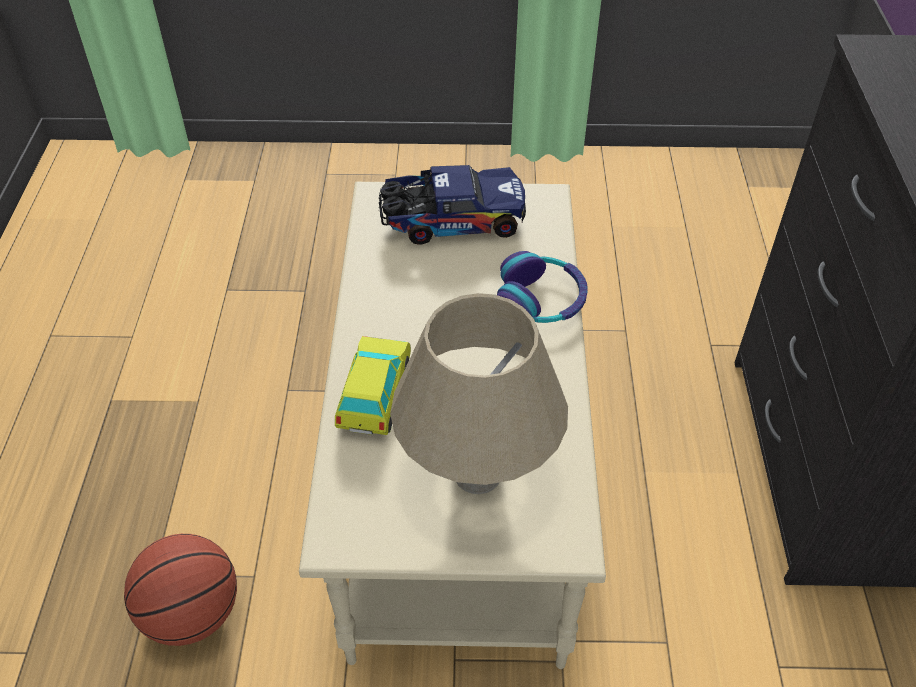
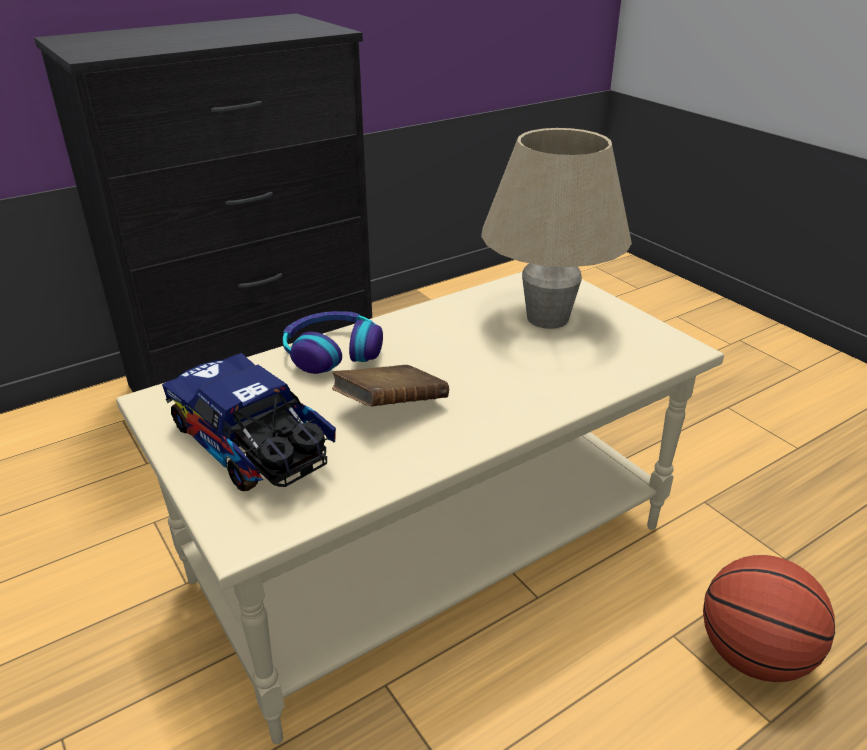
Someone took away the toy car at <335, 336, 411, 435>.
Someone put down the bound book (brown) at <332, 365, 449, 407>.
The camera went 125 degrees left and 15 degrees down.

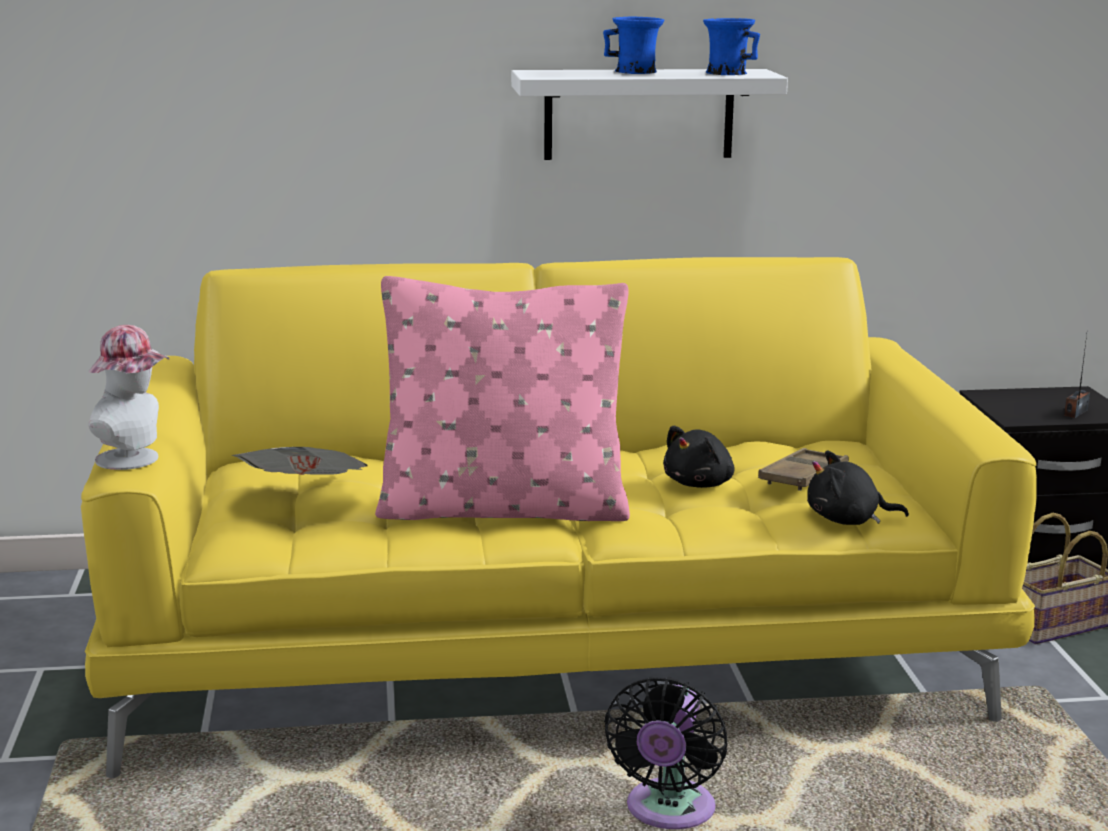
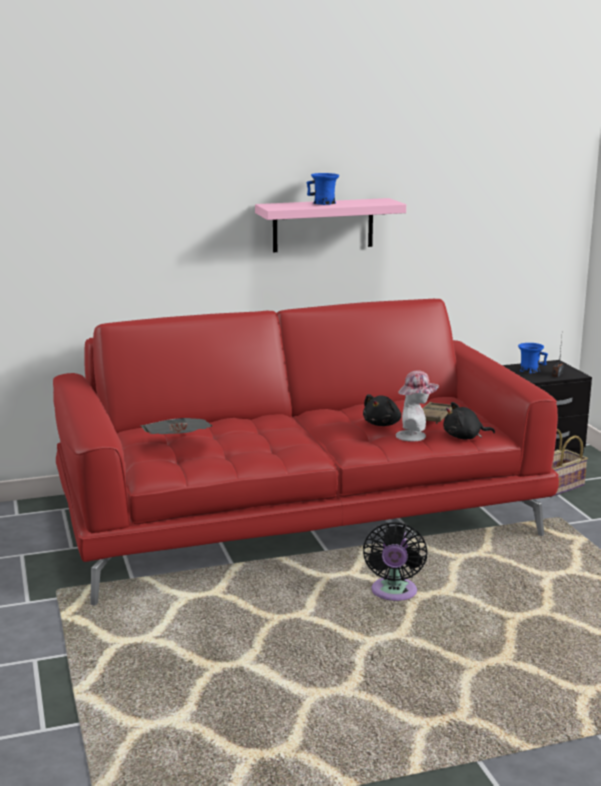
Someone carried the mug (blue-coloured) from <703, 18, 760, 75> to <518, 343, 548, 373>.
Someone repainted the wall shelf (whitish) at <511, 69, 788, 160>, which became the wall shelf (pink-coloured) at <255, 198, 406, 252>.
Someone repainted the settee (yellow-coloured) at <81, 257, 1037, 779>, which became the settee (reddish) at <53, 299, 559, 605>.
Someone took away the cushion (pink-coloured) at <375, 276, 630, 521>.
Someone carried the hat from <88, 325, 170, 470> to <396, 371, 439, 442>.
The camera went 10 degrees left and 0 degrees up.

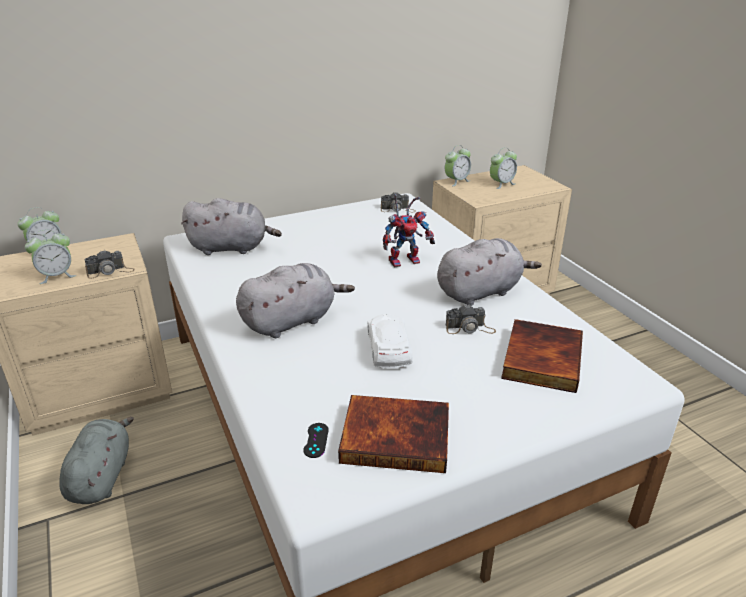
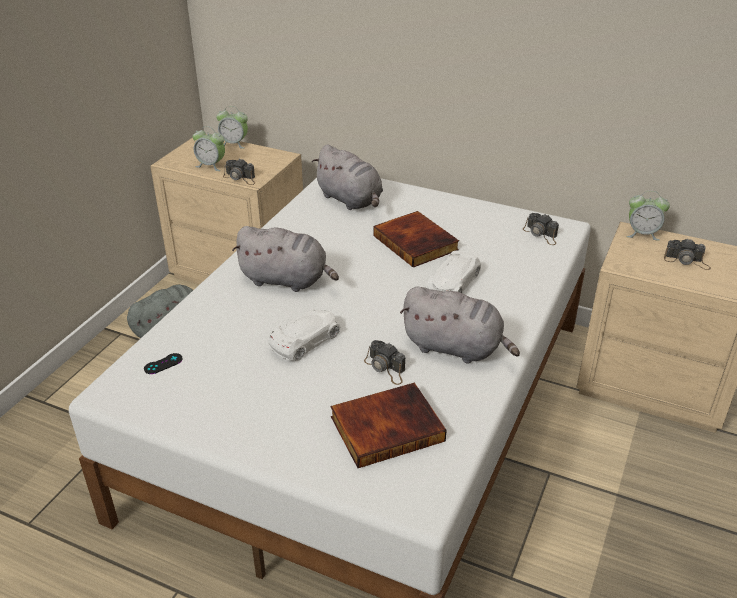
Someone swapped the table clock at <490, 147, 517, 189> for the photo camera at <664, 239, 711, 270>.
Someone swapped the model robot at <383, 194, 435, 267> for the toy car (whitish) at <427, 250, 481, 293>.
Someone carried the bound book from <338, 395, 449, 473> to <373, 211, 459, 268>.
The camera went 50 degrees right and 5 degrees up.

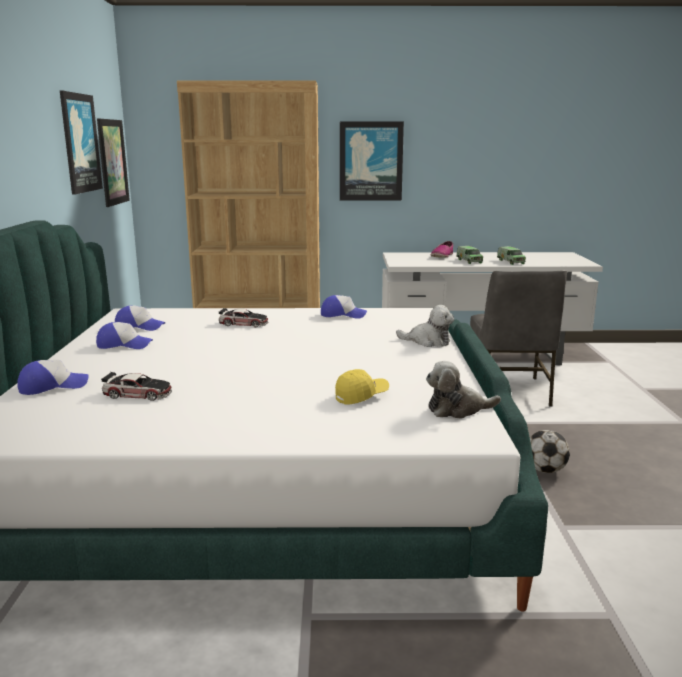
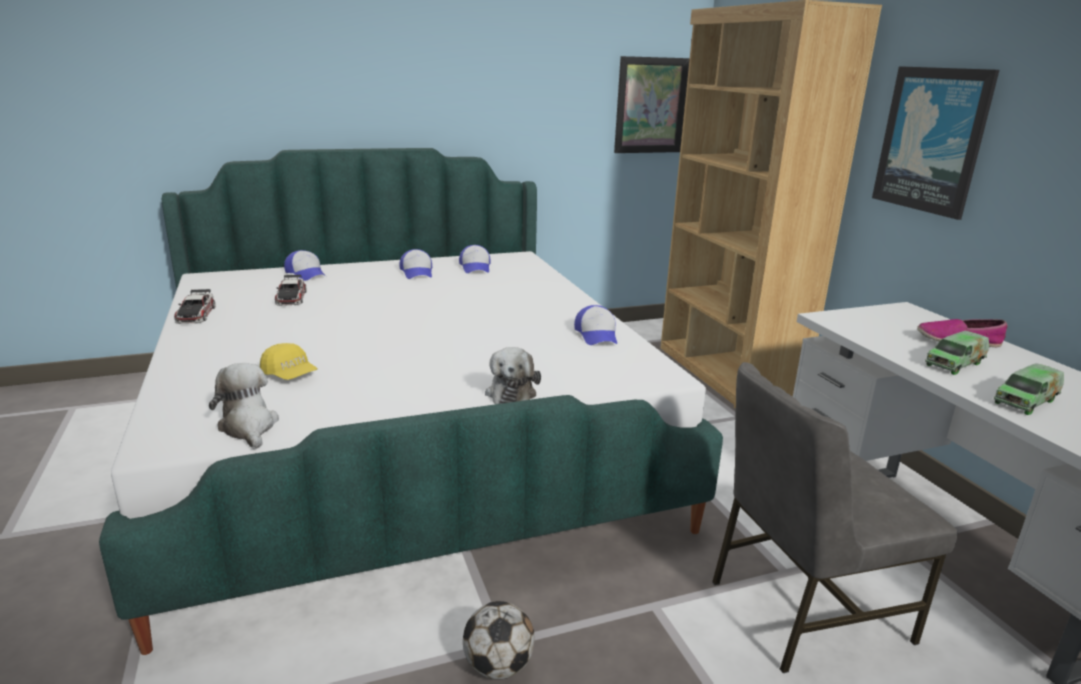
Someone took away the wall picture at <60, 91, 103, 195>.
Someone carried the toy car from <219, 308, 268, 327> to <174, 289, 215, 324>.
The camera went 70 degrees right and 5 degrees up.

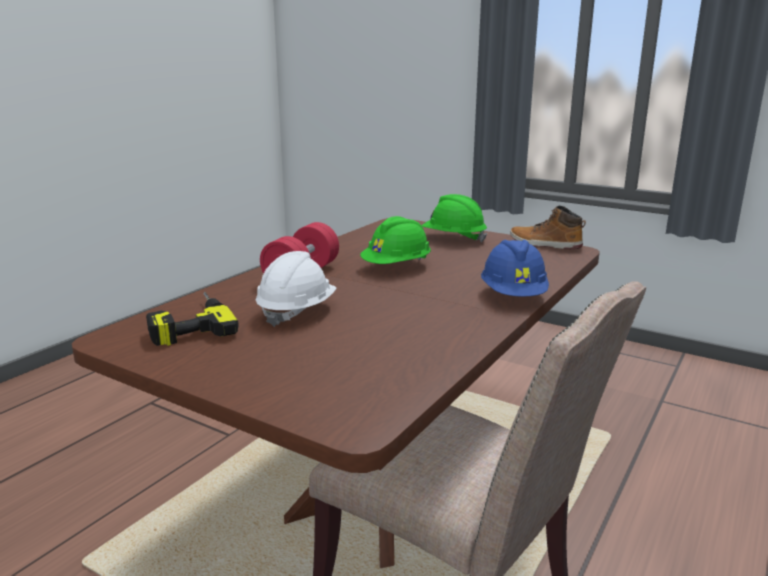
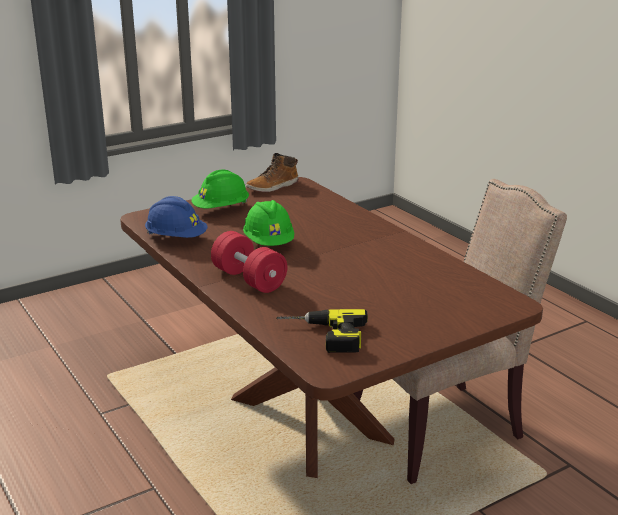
Someone carried the safety helmet (blue-coloured) from <481, 240, 549, 297> to <145, 196, 208, 238>.
Someone took away the safety helmet (whitish) at <256, 251, 337, 327>.
The camera went 65 degrees left and 5 degrees up.

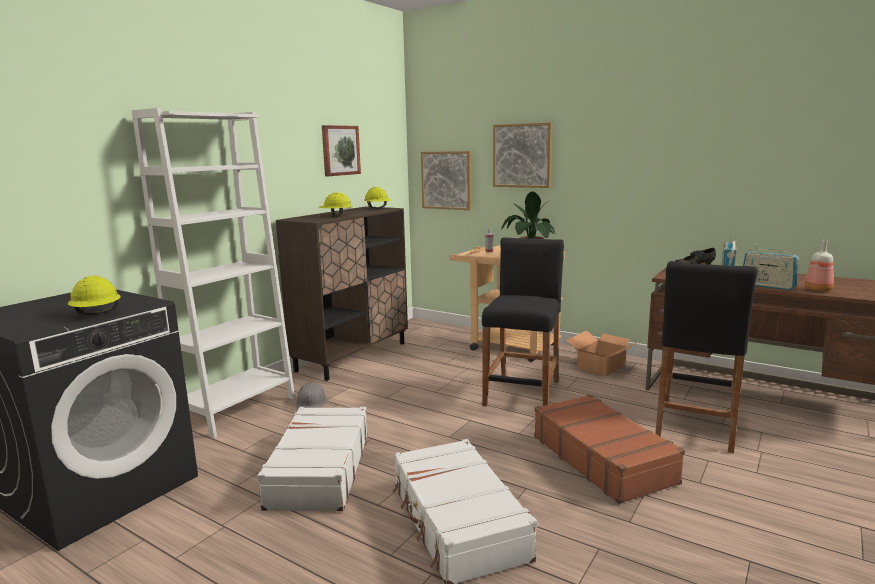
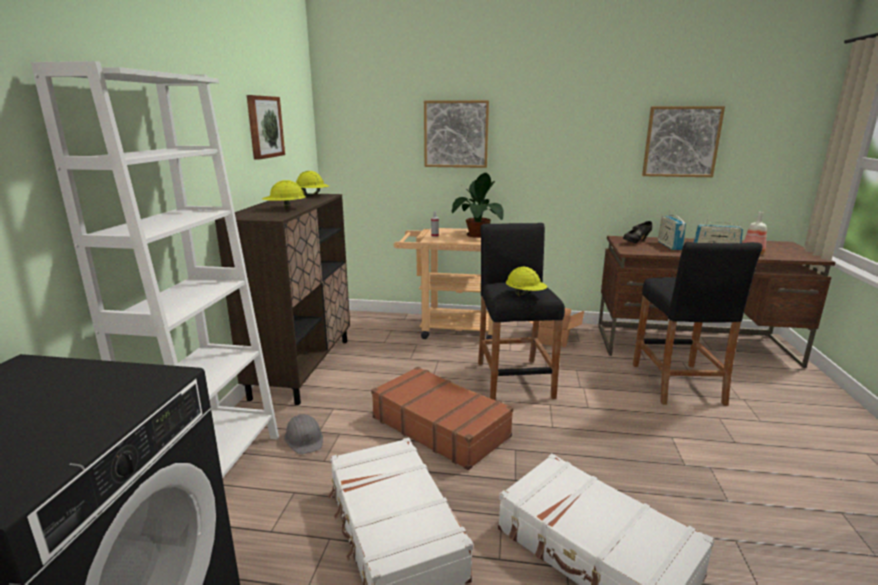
Someone carried the wall picture from <421, 151, 472, 210> to <642, 106, 725, 177>.
Someone carried the safety helmet (yellow-coloured) from <68, 276, 121, 315> to <506, 267, 547, 296>.
Someone carried the suitcase (brown) from <534, 394, 685, 504> to <371, 366, 514, 470>.
The camera went 25 degrees left and 5 degrees up.

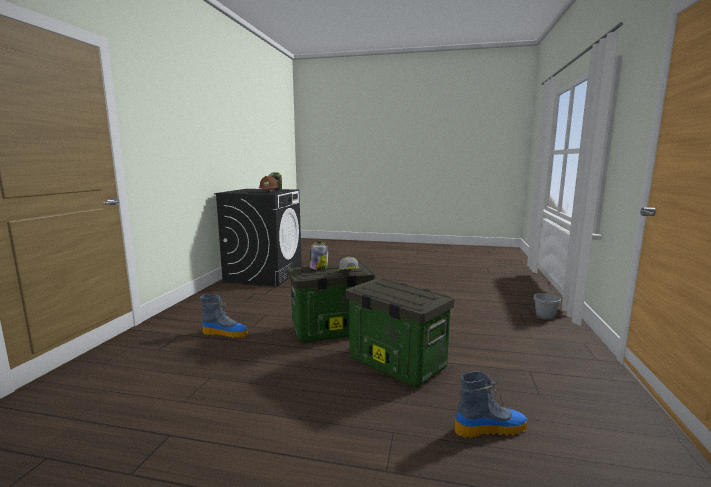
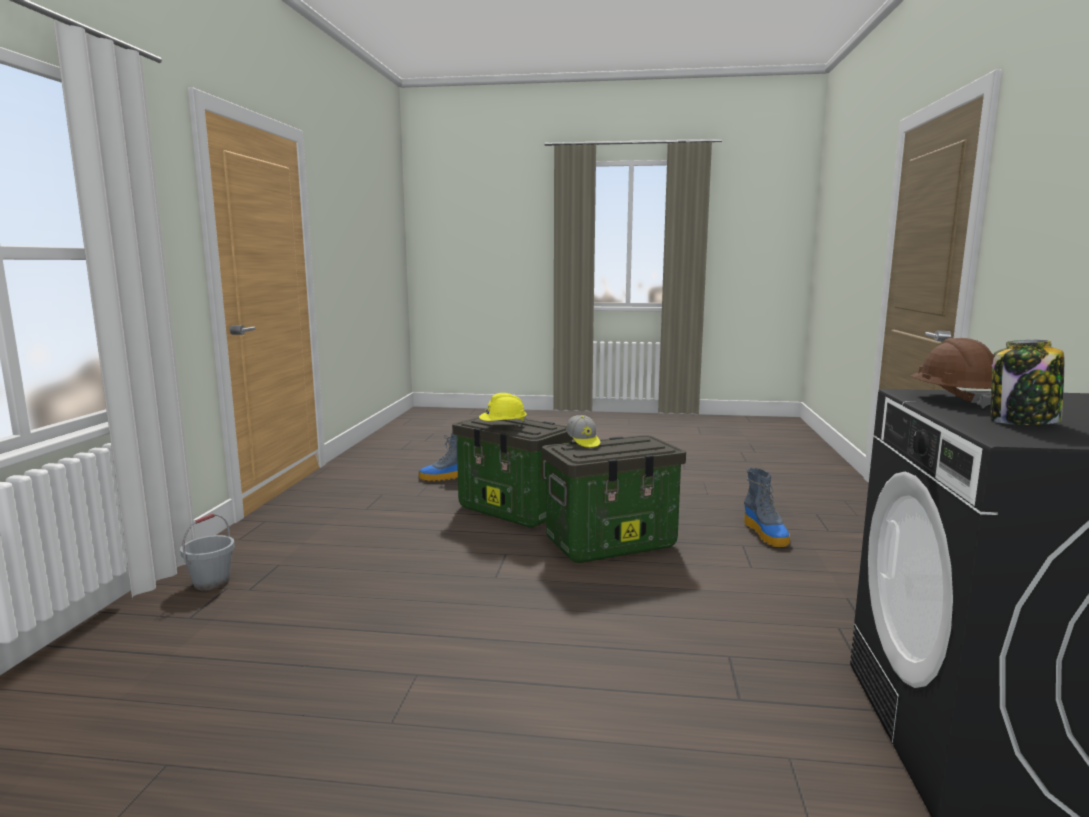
Someone took away the preserve jar at <310, 242, 329, 270>.
Someone rotated the tall boot at <200, 294, 248, 338> by 105 degrees counterclockwise.
Someone put down the safety helmet (yellow-coloured) at <479, 393, 527, 423>.
The camera went 175 degrees right and 0 degrees up.

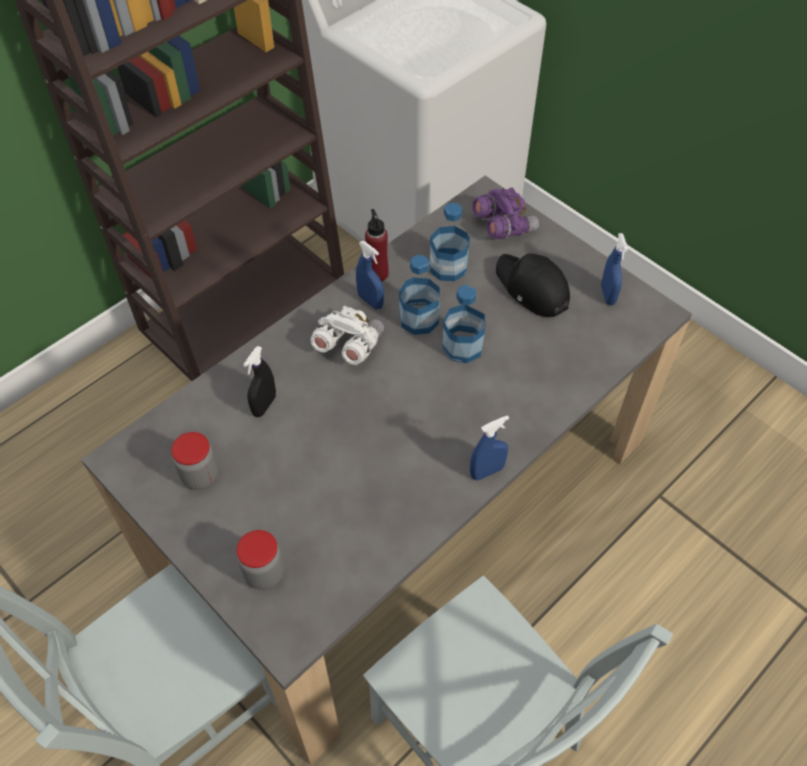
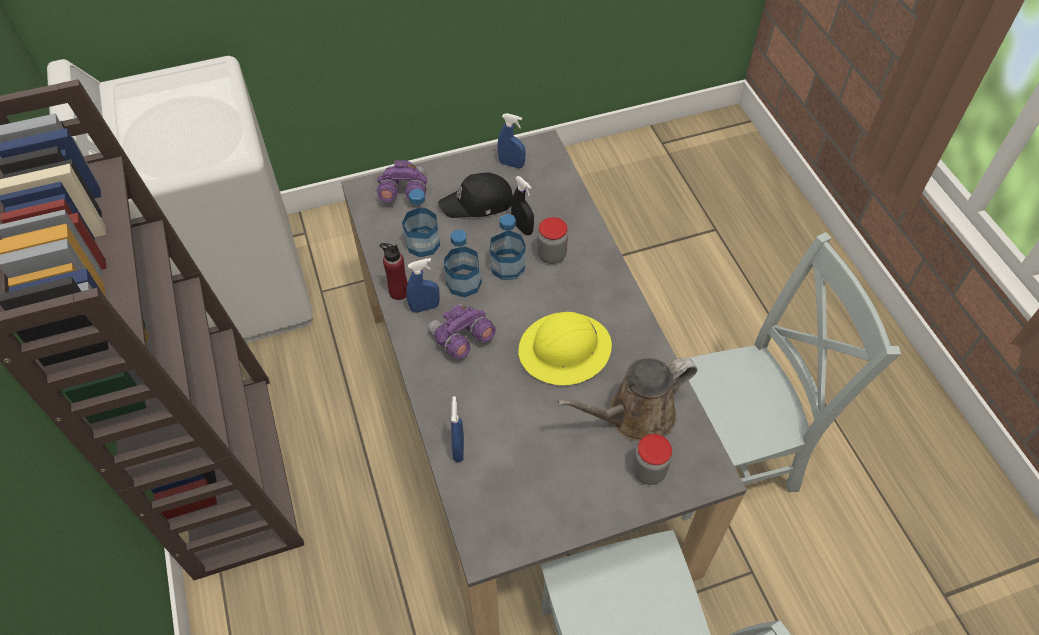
Someone repainted the pair of binoculars (whitish) at <311, 306, 384, 365>, which became the pair of binoculars (purple) at <428, 304, 496, 359>.
Someone carried the sprayer (black-coloured) from <243, 346, 276, 417> to <511, 176, 534, 235>.
Someone carried the sprayer (blue-coloured) from <470, 415, 509, 481> to <451, 396, 464, 462>.
Someone carried the preserve jar from <171, 432, 218, 490> to <537, 217, 568, 264>.
Someone put down the safety helmet (yellow-coloured) at <518, 312, 612, 385>.
Someone put down the watering pot (brown) at <557, 357, 697, 441>.
The camera went 65 degrees left and 0 degrees up.

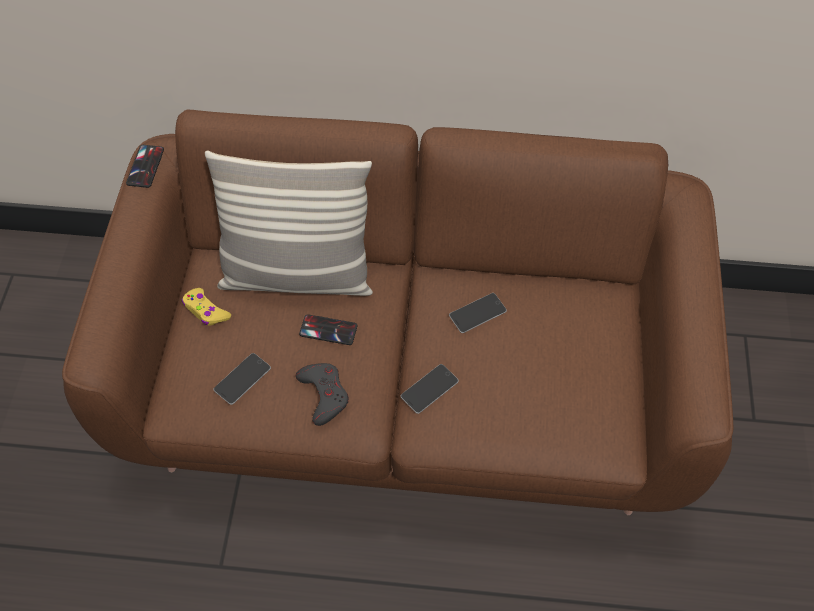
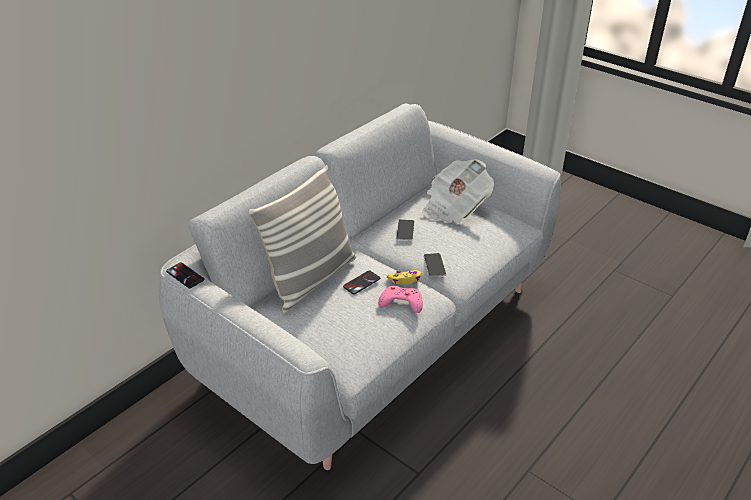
Someone repainted the settee (brown) at <62, 110, 734, 515>, which became the settee (gray) at <159, 104, 561, 470>.
Someone carried the game controller (yellow-coloured) from <182, 288, 231, 326> to <387, 270, 421, 285>.
Someone took away the handset at <213, 353, 271, 405>.
Someone repainted the game controller (gray) at <296, 363, 349, 426>, which became the game controller (pink-coloured) at <378, 286, 423, 313>.
Someone put down the newspaper at <422, 159, 494, 224>.
The camera went 55 degrees left and 20 degrees down.

